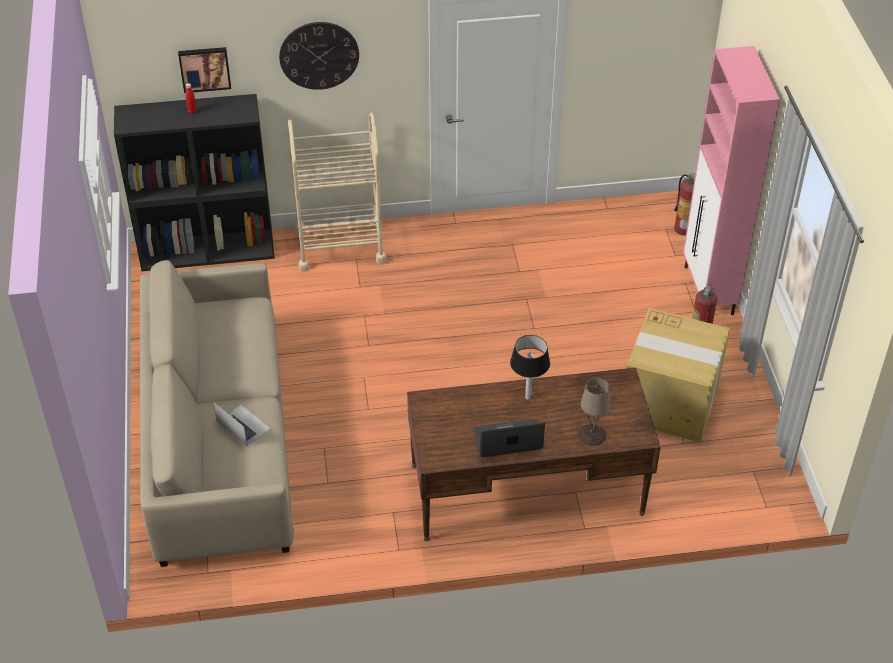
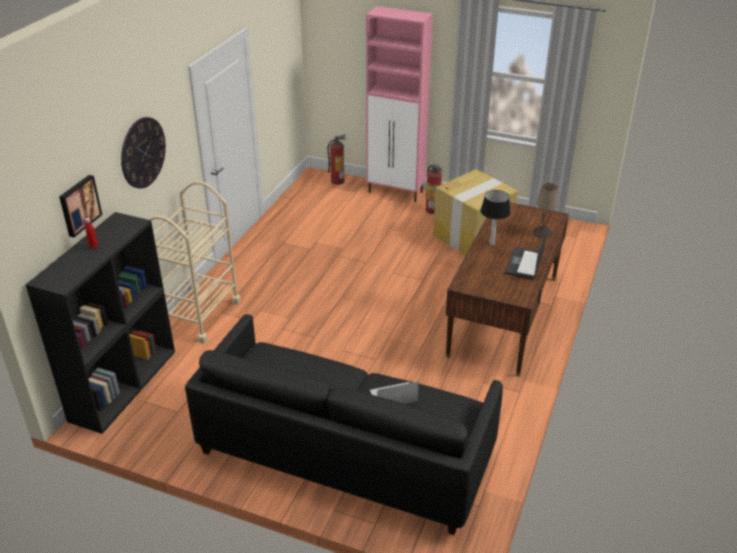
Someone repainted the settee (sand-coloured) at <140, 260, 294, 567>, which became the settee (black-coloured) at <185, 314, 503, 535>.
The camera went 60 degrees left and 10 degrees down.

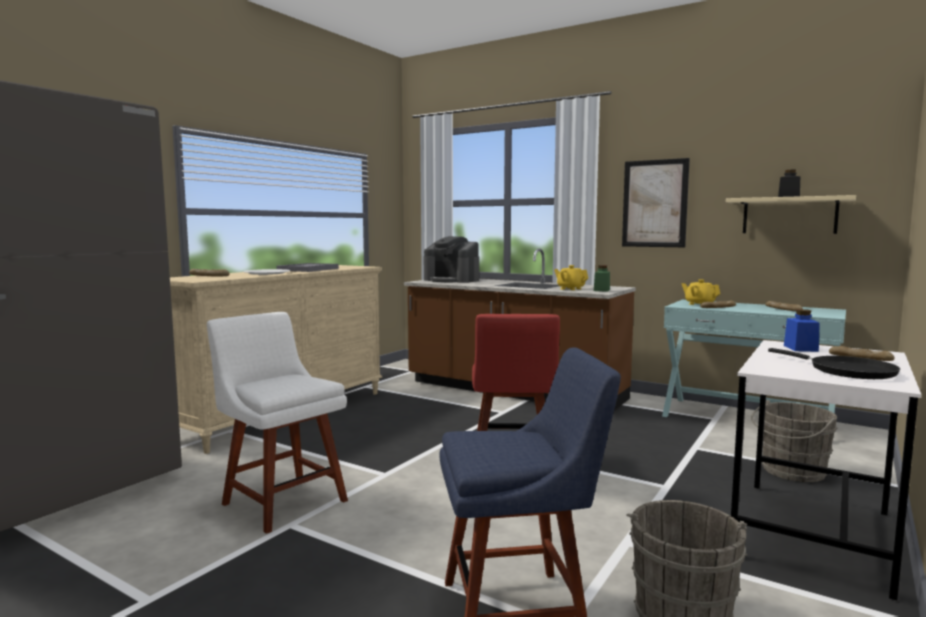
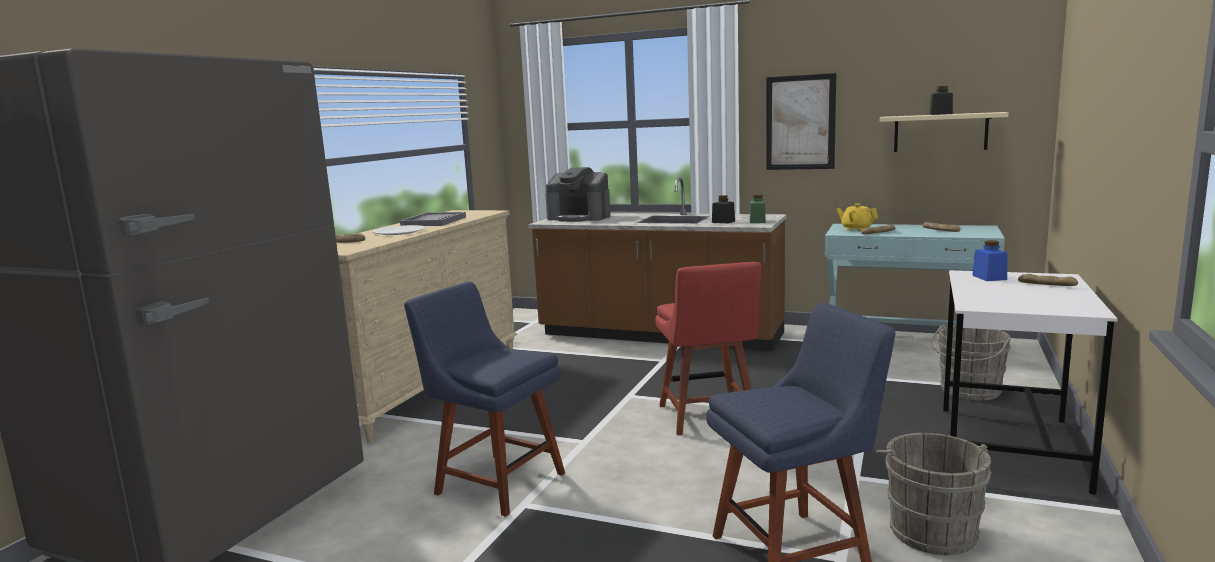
Someone swapped the teapot (yellow-coloured) at <554, 265, 588, 290> for the preserve jar (black-coloured) at <712, 195, 735, 223>.
Someone repainted the chair (whitish) at <207, 312, 348, 534>, which became the chair (blue-coloured) at <404, 282, 565, 517>.
Someone took away the frying pan (black-coloured) at <768, 348, 900, 379>.
The camera went 10 degrees left and 5 degrees up.

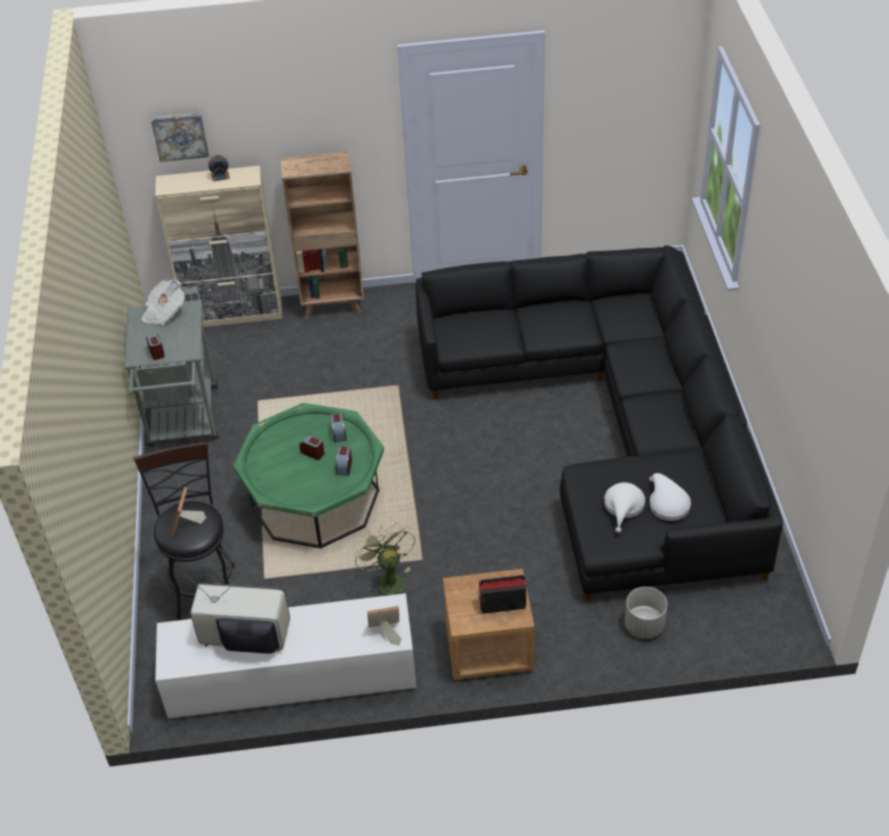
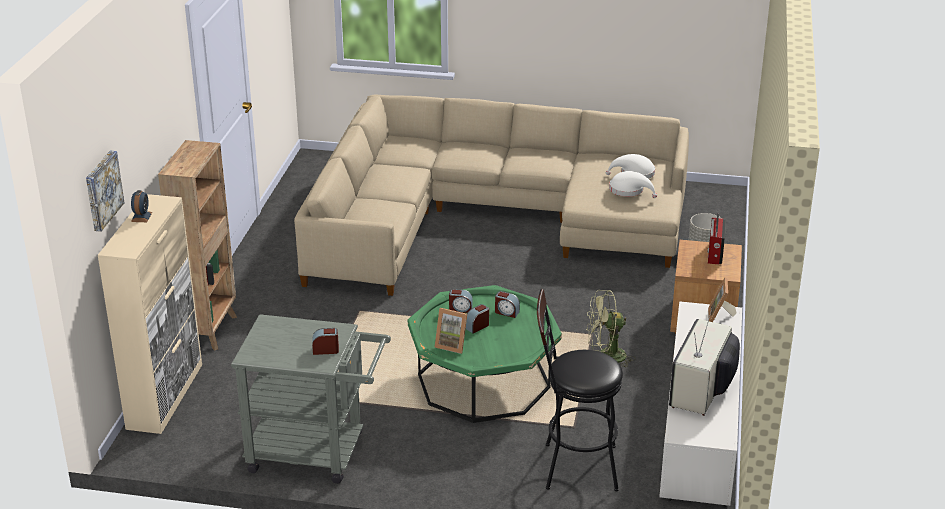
Someone repainted the settee (black-coloured) at <416, 245, 783, 601>, which became the settee (sand-coloured) at <294, 94, 689, 296>.
Someone took away the newspaper at <142, 280, 185, 325>.
Someone carried the photo frame from <171, 487, 206, 537> to <435, 308, 467, 354>.
The camera went 75 degrees left and 15 degrees down.

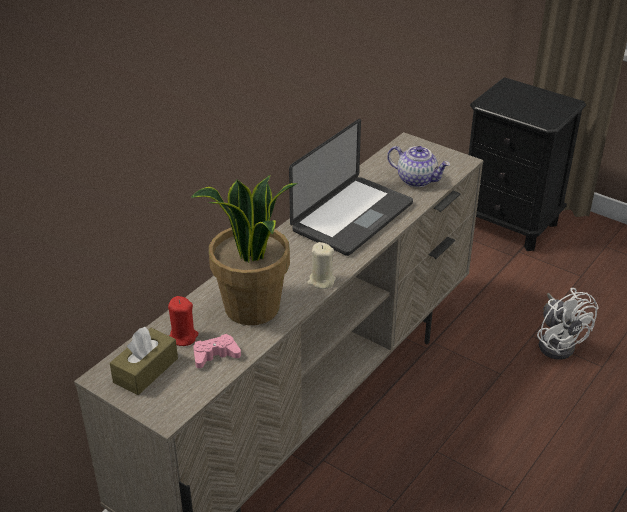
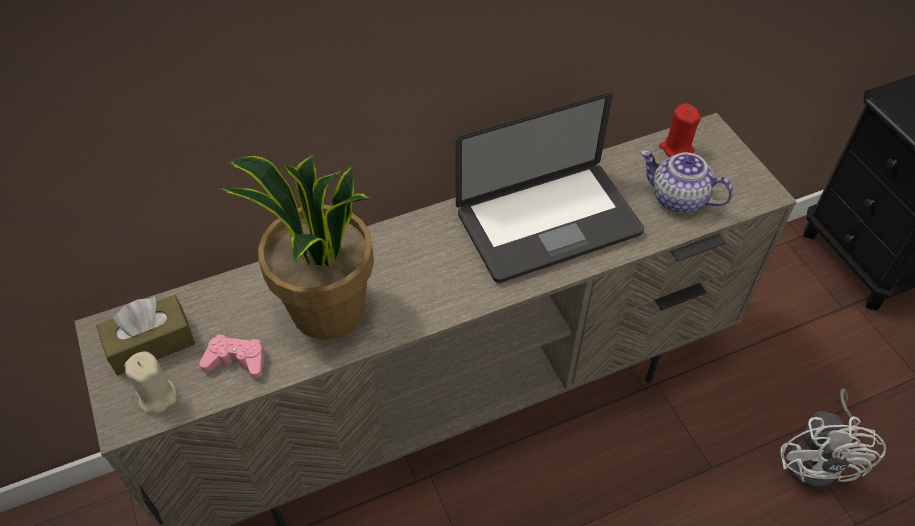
Someone rotated the teapot at <387, 146, 450, 187> by 150 degrees clockwise.
Someone carried the candle (sand-coloured) from <307, 242, 336, 289> to <124, 352, 177, 415>.
Someone carried the candle (reddish) from <168, 296, 198, 346> to <659, 103, 701, 157>.
The camera went 30 degrees right and 15 degrees up.

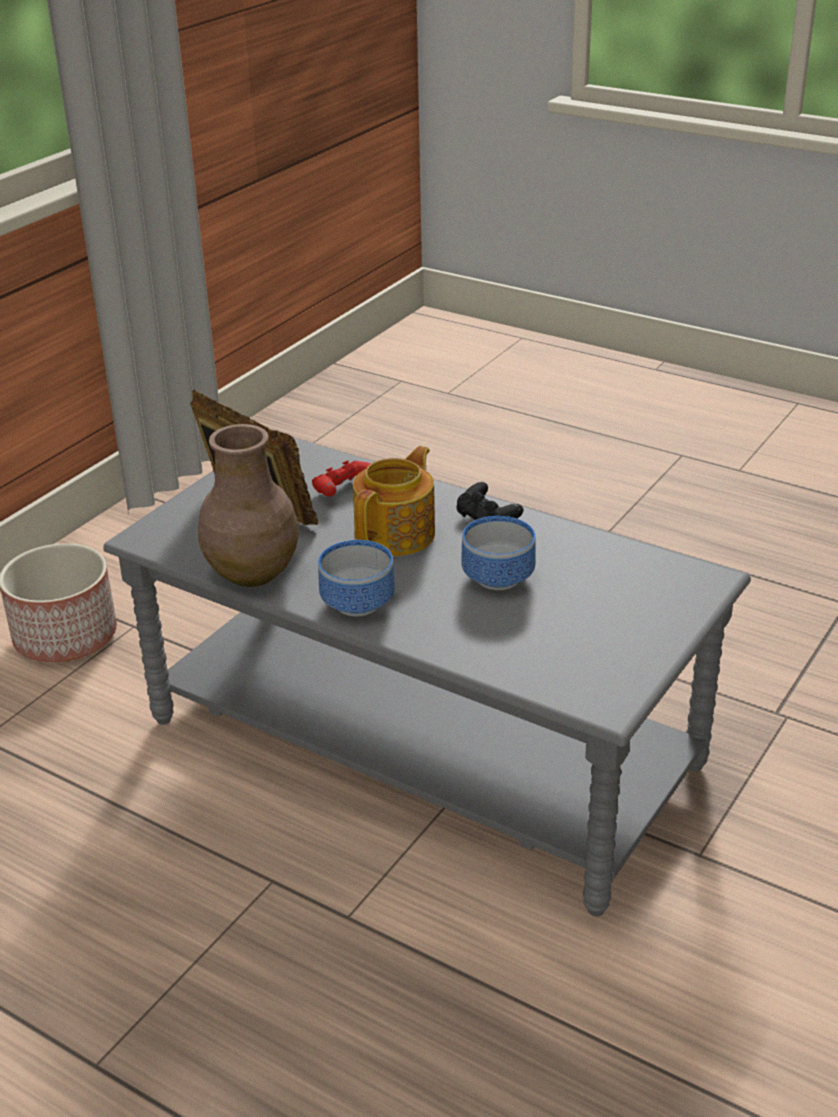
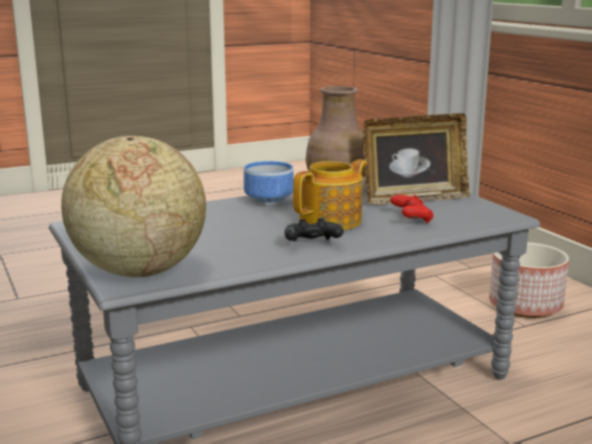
Someone rotated the teapot at <353, 446, 435, 556> by 105 degrees counterclockwise.
Someone took away the deep dish at <461, 516, 536, 590>.
Someone put down the desk globe at <61, 136, 206, 277>.
The camera went 120 degrees right and 15 degrees down.

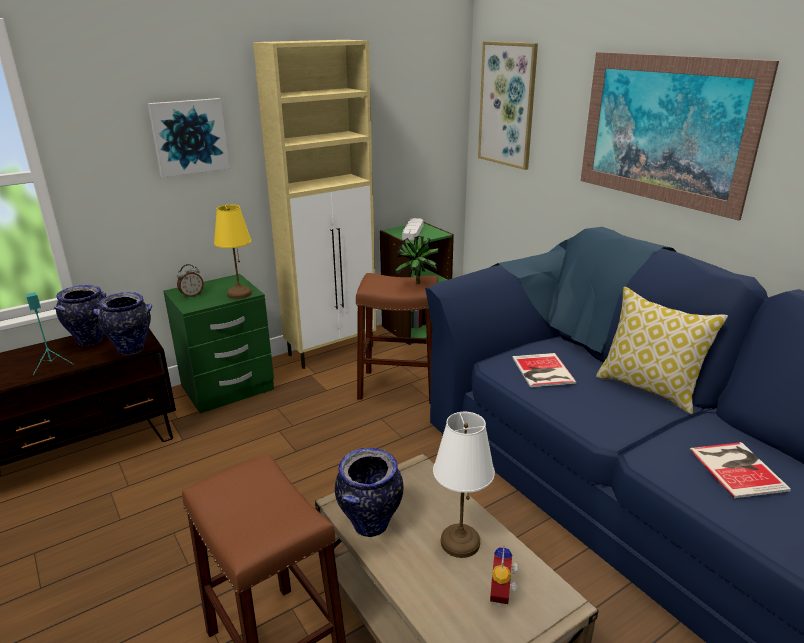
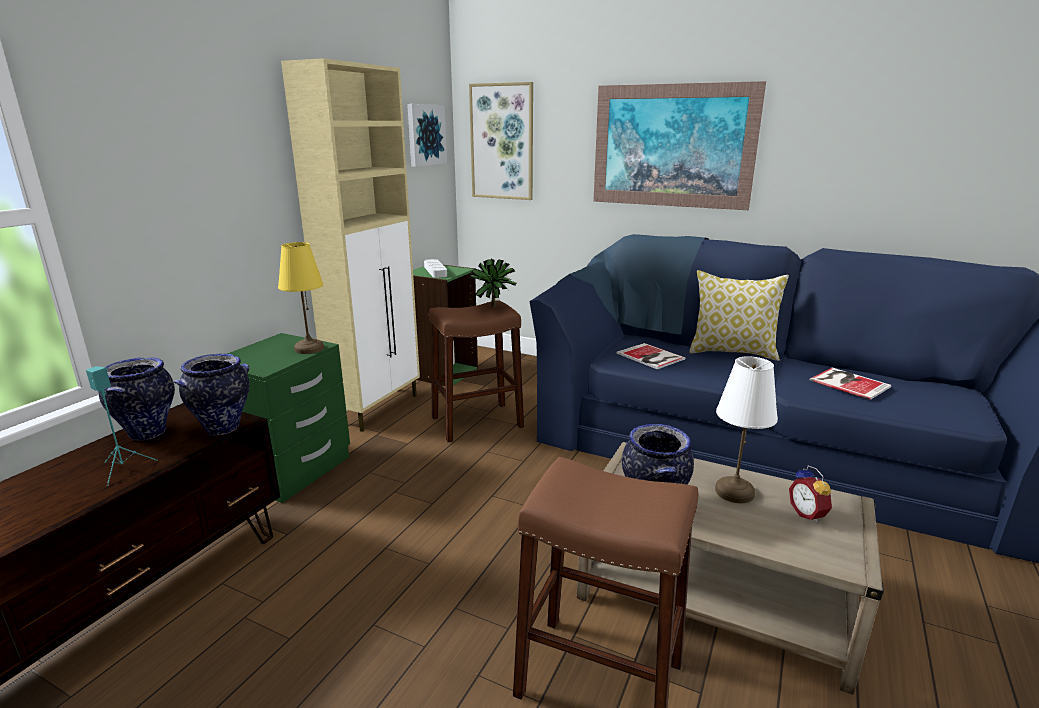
Someone carried the wall picture from <148, 98, 230, 177> to <407, 104, 447, 167>.
Someone took away the table clock at <177, 264, 204, 298>.
The camera went 30 degrees left and 5 degrees down.

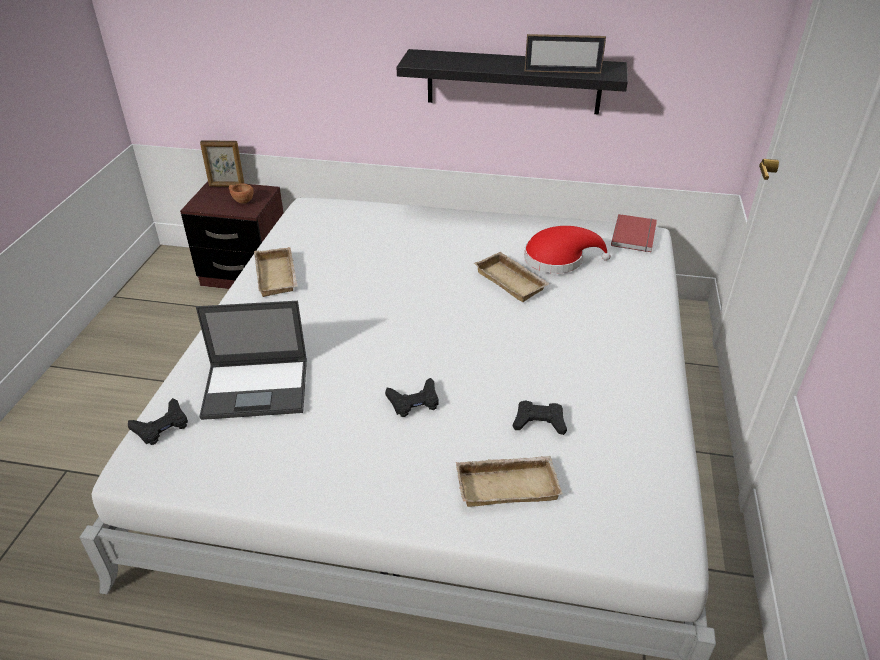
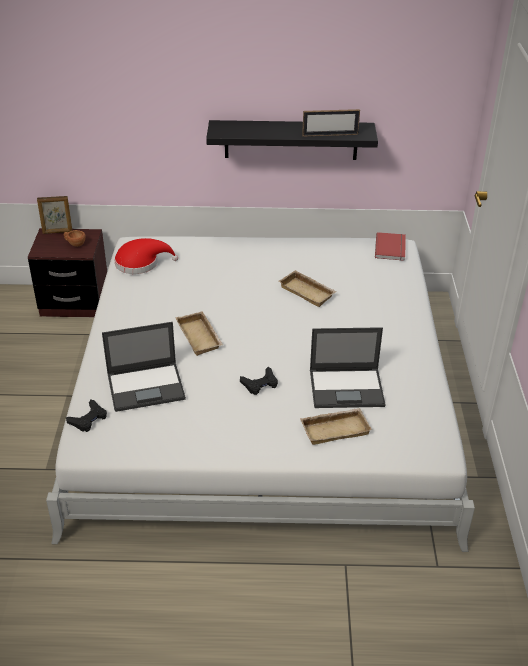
Someone carried the hat (reddish) from <524, 226, 611, 274> to <114, 238, 178, 274>.
Someone carried the serving tray (sand-coloured) from <254, 247, 298, 297> to <175, 311, 223, 356>.
Someone swapped the game controller (black-coloured) at <513, 400, 567, 435> for the notebook computer at <310, 327, 386, 408>.
The camera went 10 degrees left and 0 degrees up.

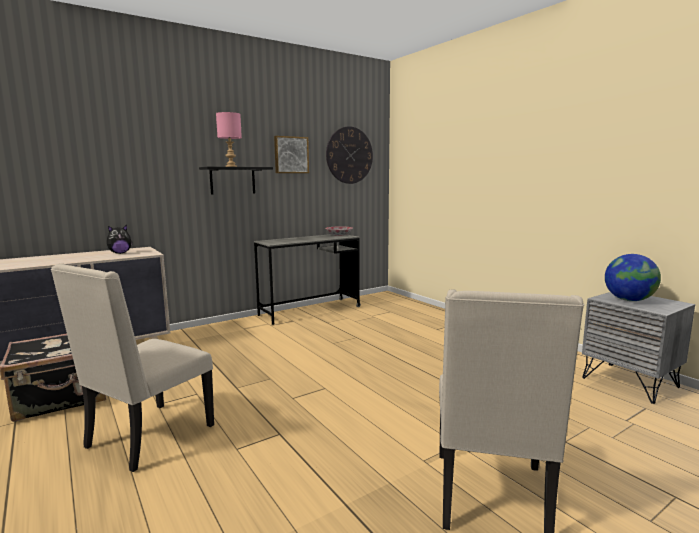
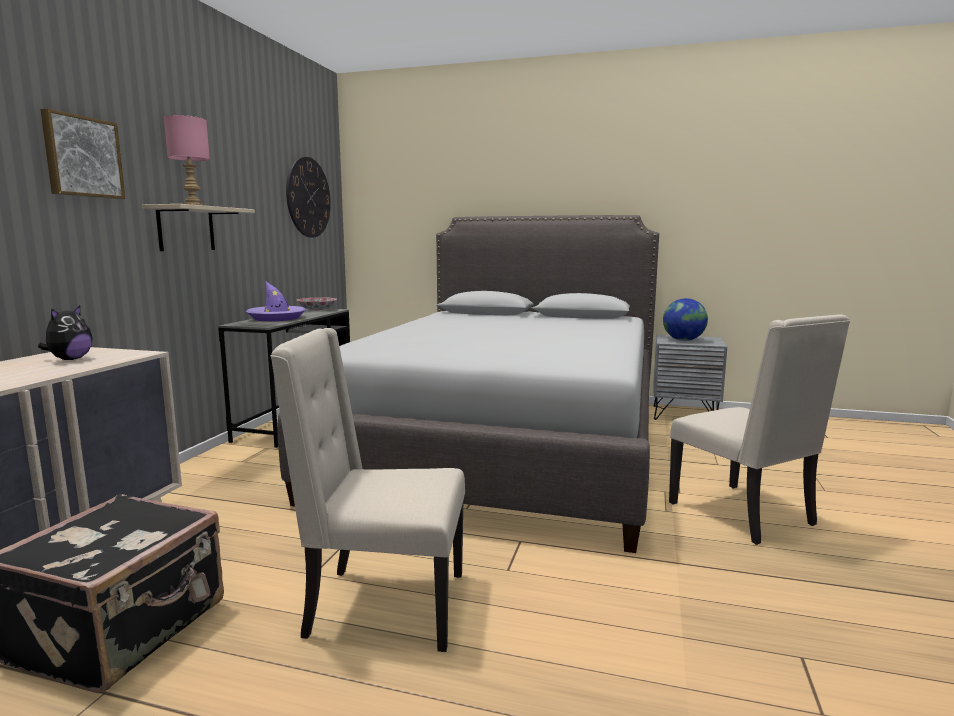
Someone carried the wall picture from <274, 136, 309, 173> to <40, 109, 126, 199>.
Someone repainted the wall shelf (black-coloured) at <199, 167, 273, 195>, which became the wall shelf (sand-coloured) at <142, 204, 255, 251>.
Someone rotated the chair (sand-coloured) at <51, 263, 214, 472> by 105 degrees clockwise.
Someone put down the bedroom bed (gray) at <277, 215, 659, 553>.
Someone put down the hat (purple) at <246, 282, 306, 321>.
The camera went 40 degrees left and 0 degrees up.

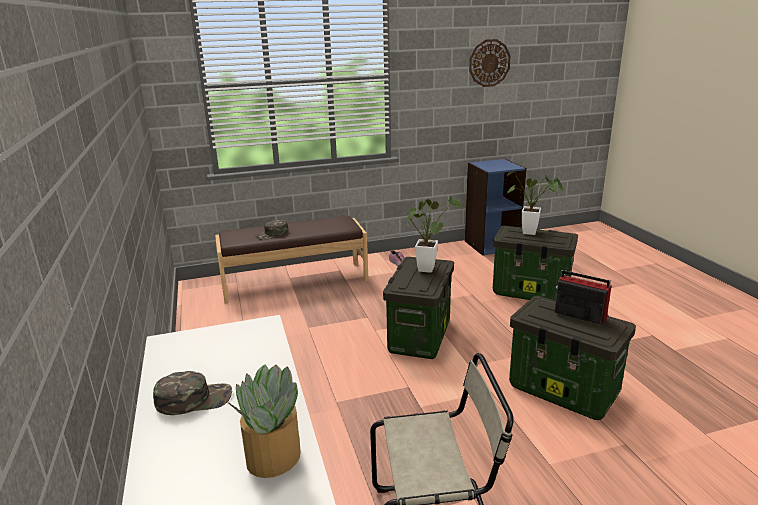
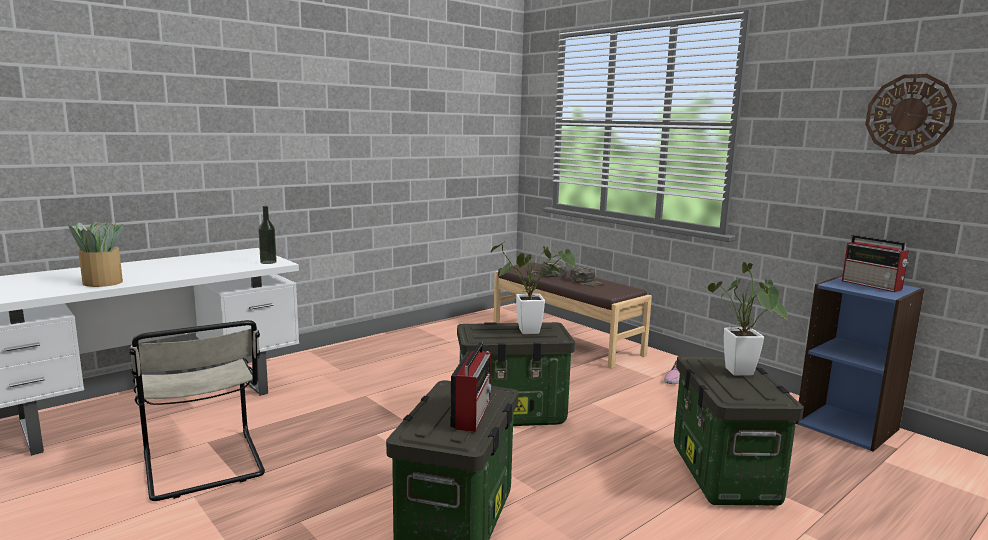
Someone carried the peaked cap (greenish) from <153, 371, 232, 415> to <570, 266, 604, 286>.
Someone put down the drink bottle at <258, 206, 277, 264>.
Someone put down the radio set at <842, 235, 909, 292>.
The camera went 65 degrees right and 10 degrees down.

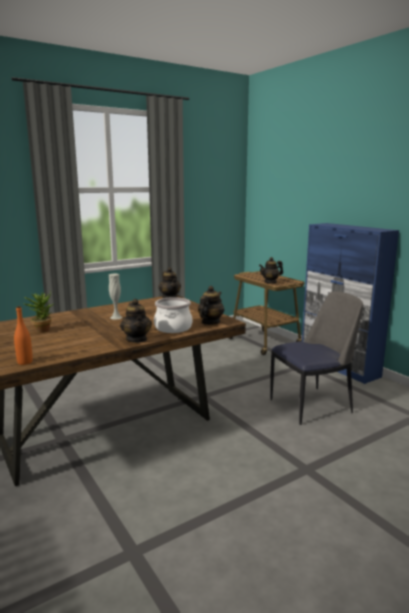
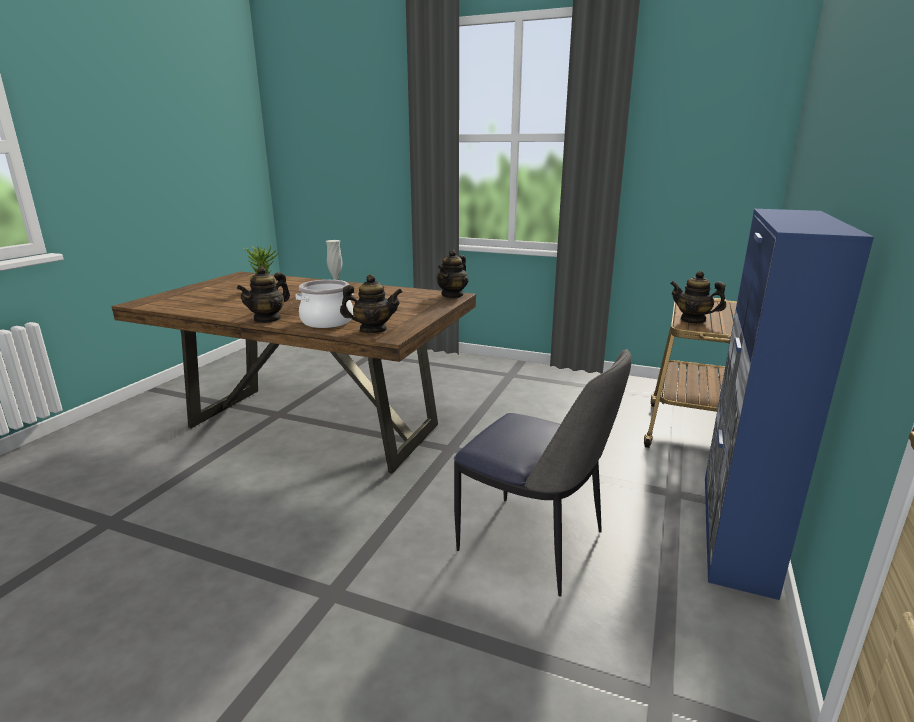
Someone took away the drink bottle (orange) at <14, 306, 33, 365>.
The camera went 55 degrees right and 5 degrees up.

